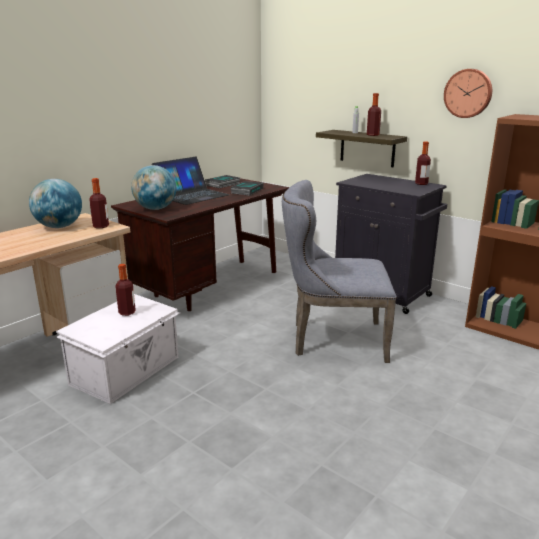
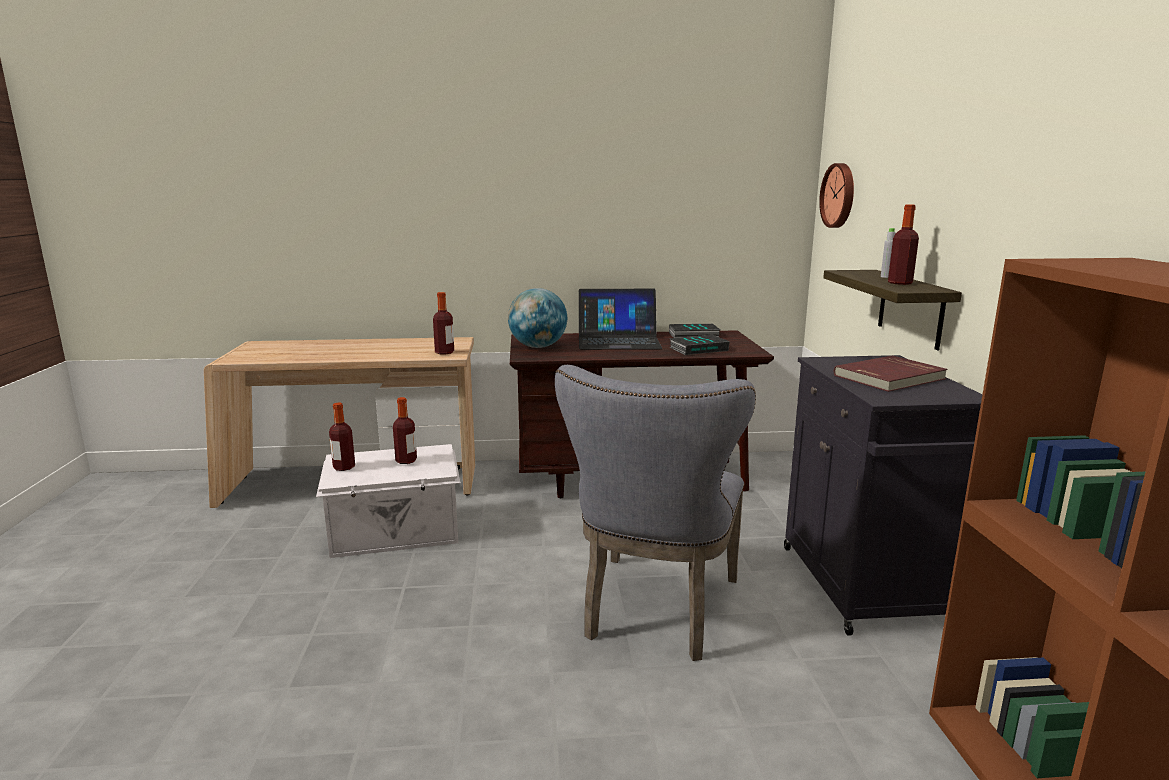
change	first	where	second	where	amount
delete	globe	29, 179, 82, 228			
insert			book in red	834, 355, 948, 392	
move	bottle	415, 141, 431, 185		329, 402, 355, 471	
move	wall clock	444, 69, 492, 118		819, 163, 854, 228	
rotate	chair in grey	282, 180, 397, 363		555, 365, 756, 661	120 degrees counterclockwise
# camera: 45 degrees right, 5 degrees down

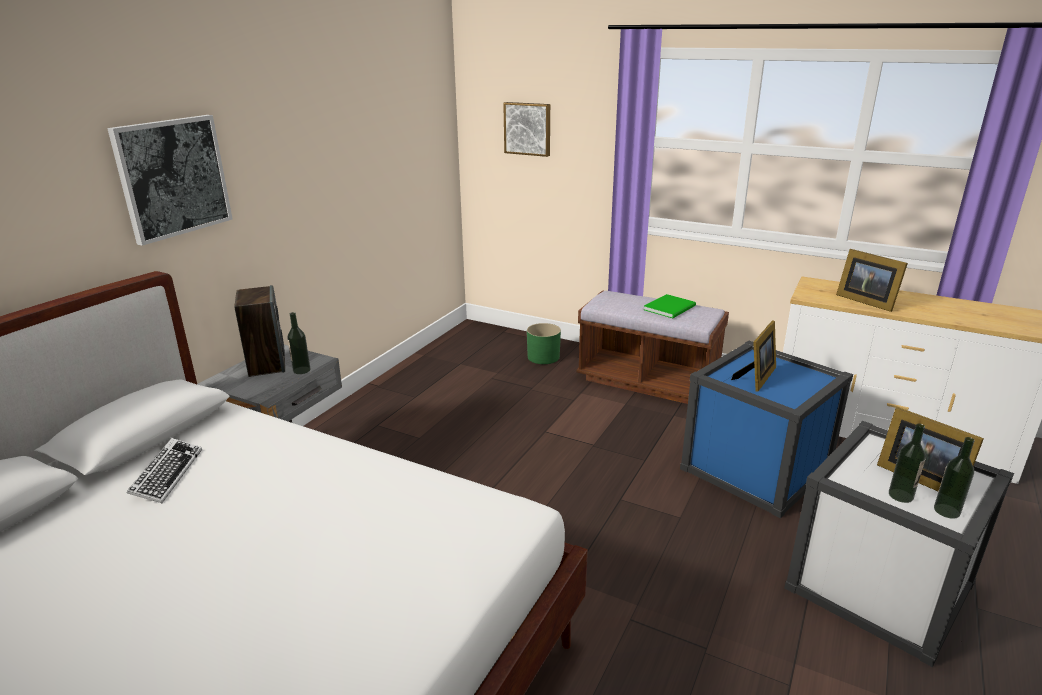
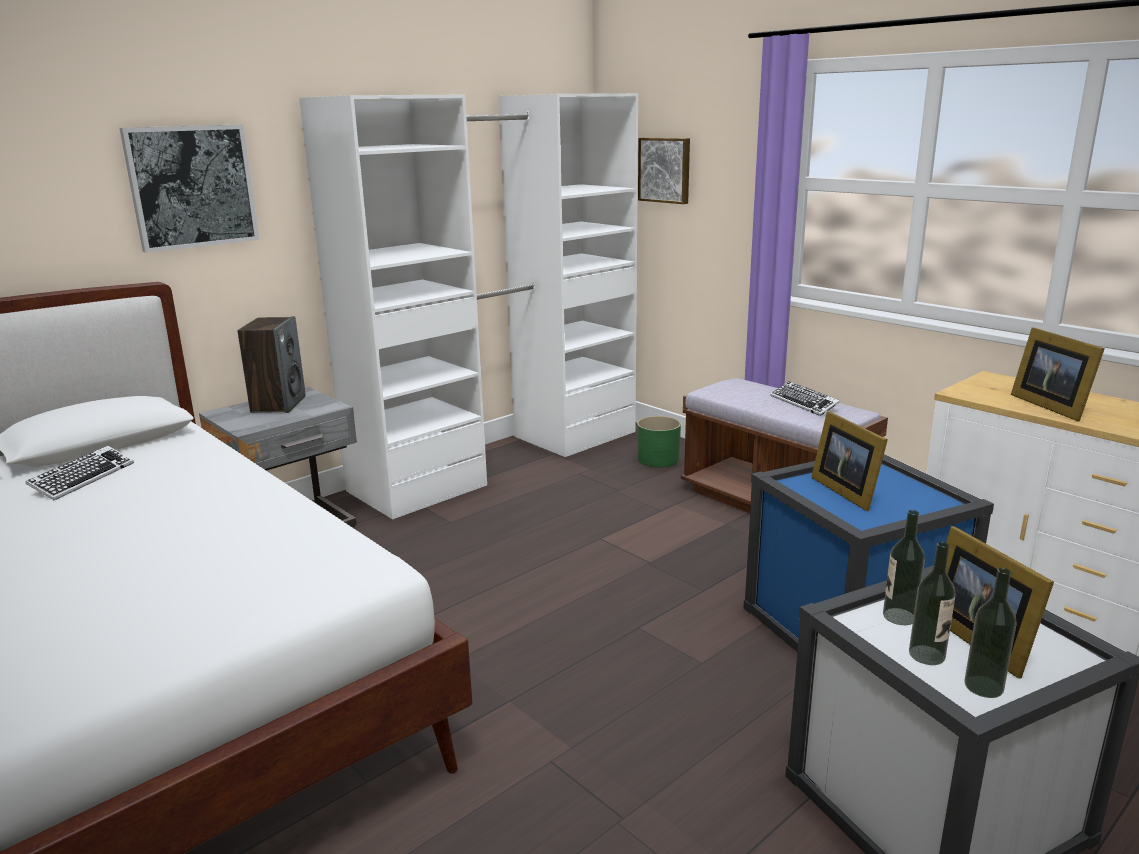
change	first	where	second	where	amount
insert			wardrobe in white	299, 93, 638, 519	
move	bottle	287, 312, 310, 374		883, 510, 925, 625	
replace	book in green	644, 294, 696, 318	keyboard	770, 381, 840, 416	
rotate	picture frame	731, 321, 776, 392		811, 411, 888, 511	105 degrees clockwise
# camera: 20 degrees right, 5 degrees down

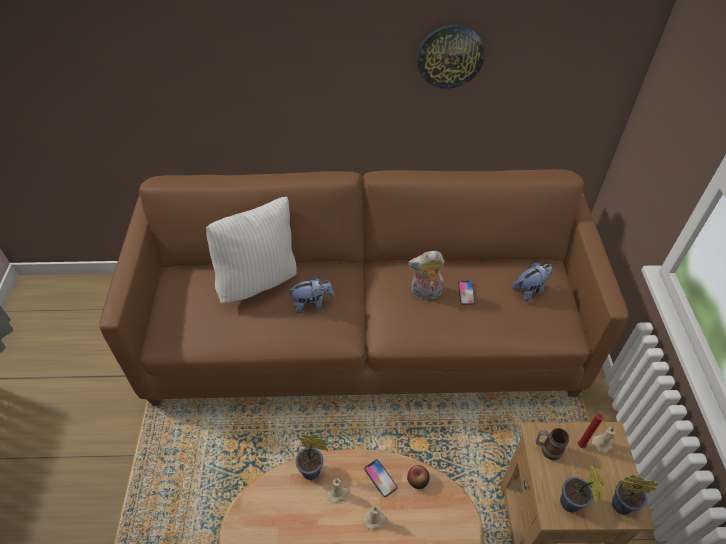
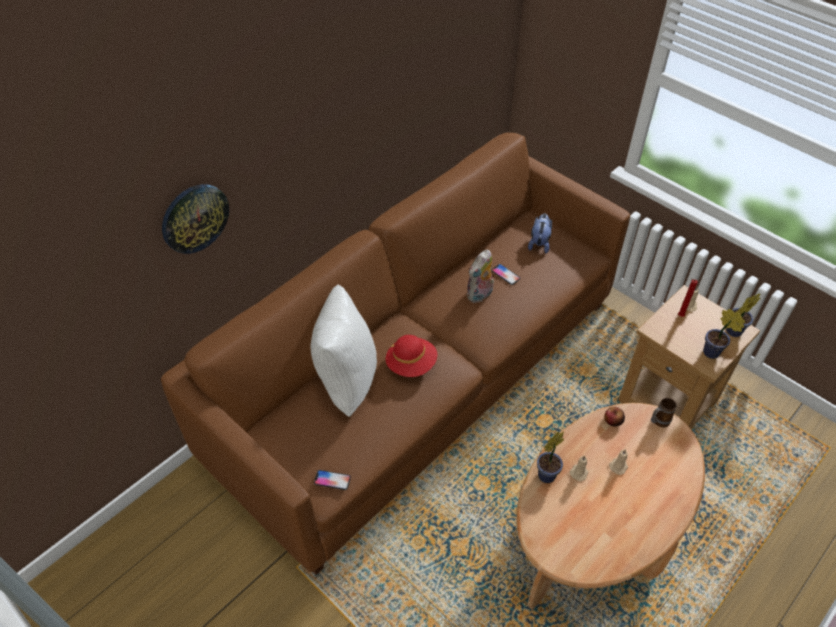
change	first	where	second	where	amount
move	phone	364, 460, 398, 497		314, 470, 351, 490	
move	wall clock	417, 25, 485, 89		162, 184, 229, 254	
move	mug	535, 428, 569, 461		651, 398, 677, 427	
replace	plush toy	287, 276, 334, 313	hat in red	386, 335, 437, 377	
# camera: 45 degrees left, 0 degrees up

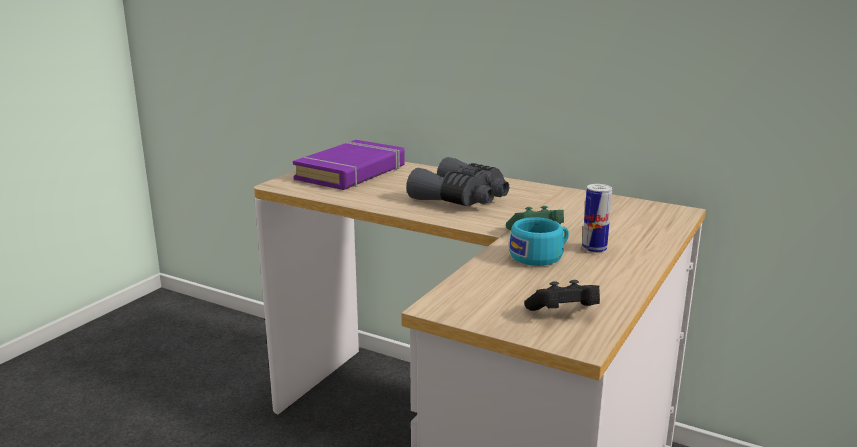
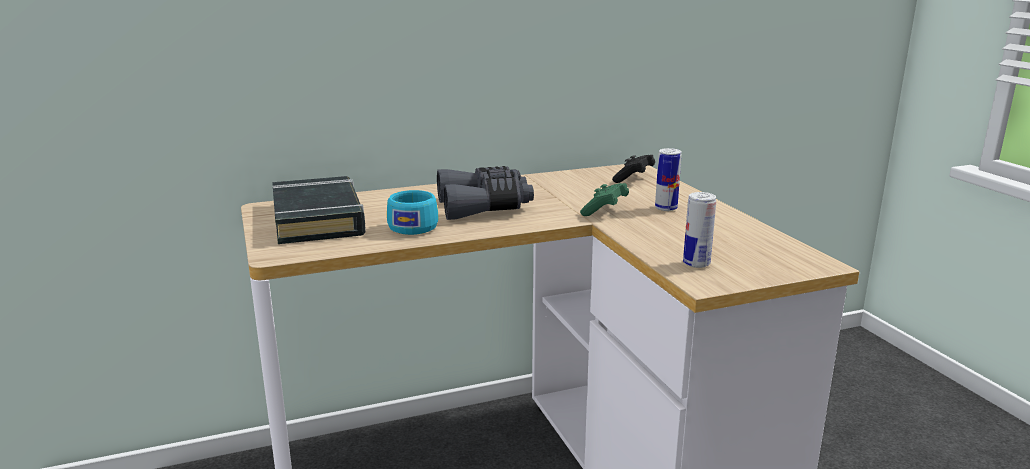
change	first	where	second	where	amount
insert			can	683, 192, 716, 268	
move	cup in turquoise	509, 217, 569, 266		387, 190, 439, 235	
move	game controller in black	524, 280, 600, 311		612, 155, 655, 183	
recolor	book in purple	293, 140, 405, 190	book in black	272, 176, 366, 244	
# camera: 50 degrees left, 0 degrees up

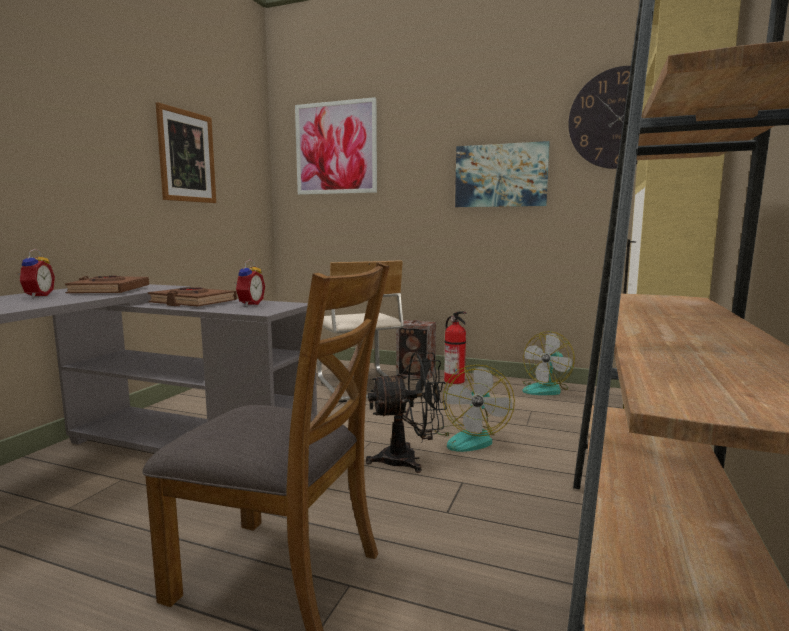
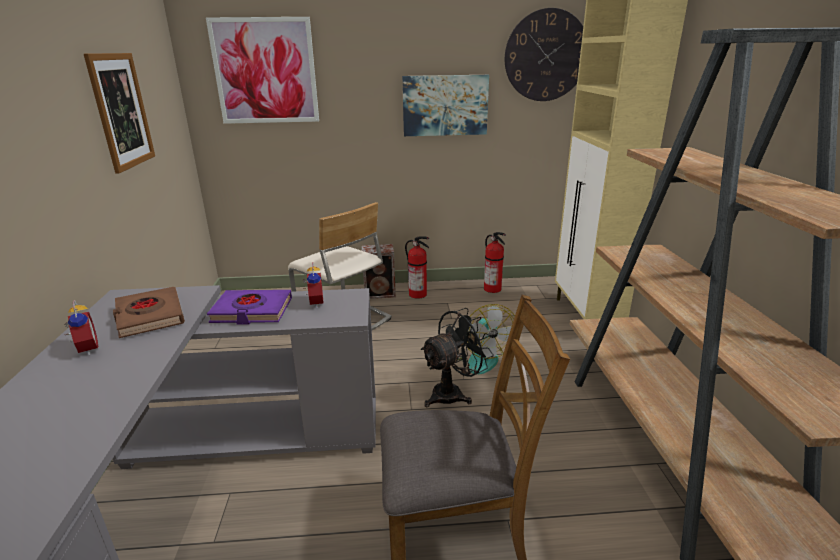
change	first	where	second	where	amount
replace	fan	522, 331, 575, 395	fire extinguisher	484, 232, 506, 293	
recolor	book in brown	148, 287, 237, 306	book in purple	207, 290, 292, 325	
# camera: 25 degrees left, 15 degrees up

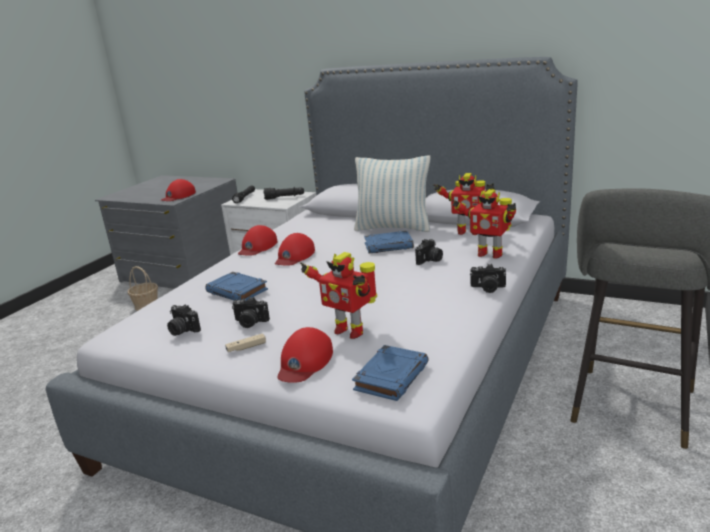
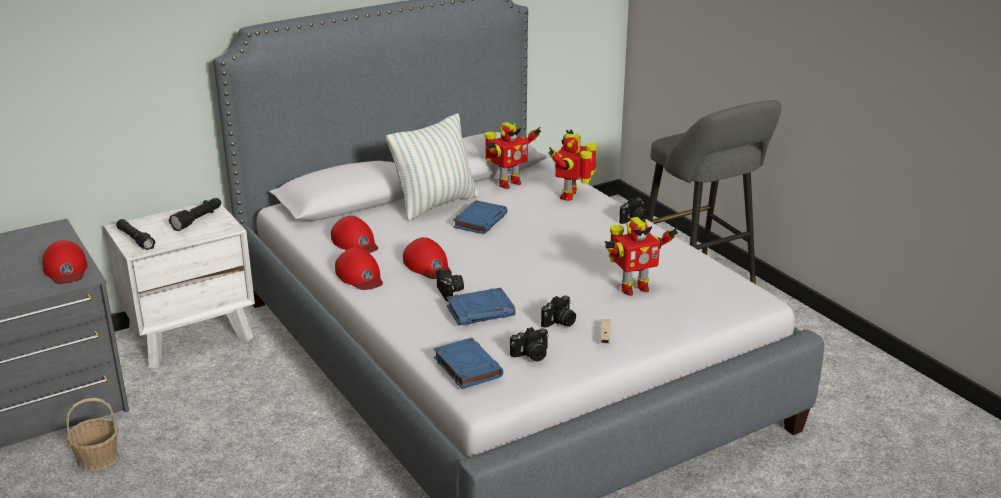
change	first	where	second	where	amount
move	cap in red	277, 327, 333, 383		331, 216, 378, 253	
move	book in blue	352, 345, 429, 401		434, 338, 504, 389	
move	photo camera	415, 239, 443, 265		436, 268, 464, 302	
rotate	toy robot	452, 189, 516, 259		548, 129, 597, 201	135 degrees clockwise
# camera: 60 degrees left, 5 degrees up

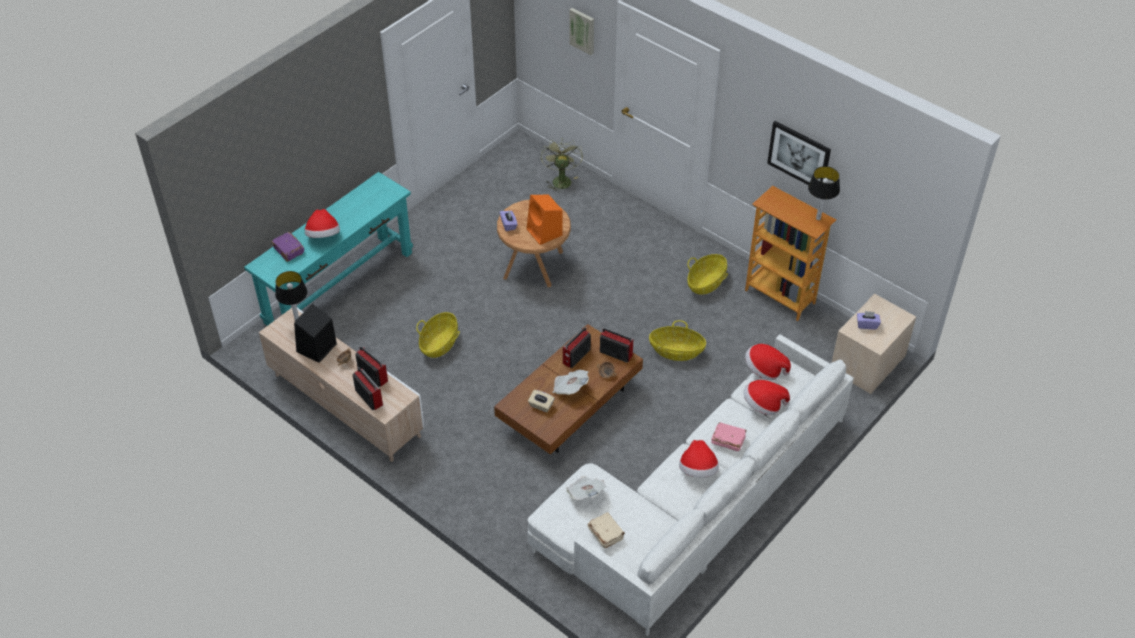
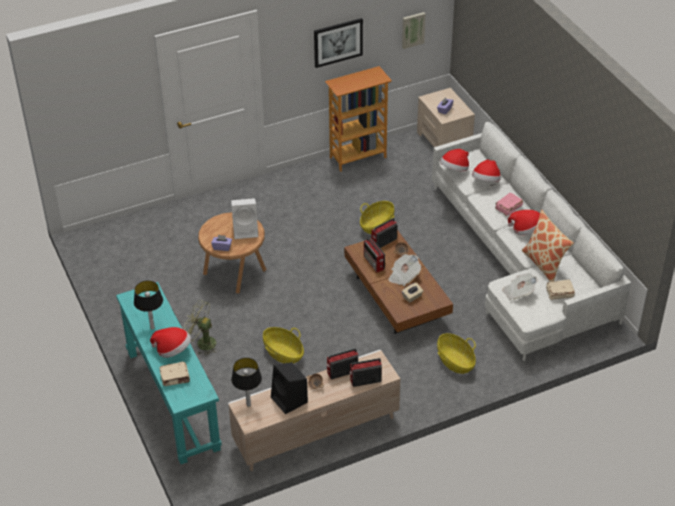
change	first	where	second	where	amount
insert			pillow	522, 210, 574, 282	
move	fan in green	541, 138, 583, 193		183, 300, 219, 355	
move	picture	569, 8, 594, 55		402, 12, 426, 49	
move	basket	687, 254, 728, 295		437, 333, 476, 374	
move	table lamp	808, 166, 840, 220		134, 280, 163, 330	
recolor	book in purple	271, 232, 304, 262	book in beige	159, 362, 190, 386	
recolor	speaker in orange	526, 195, 562, 245	speaker in white	231, 198, 258, 239	
# camera: 65 degrees left, 5 degrees down

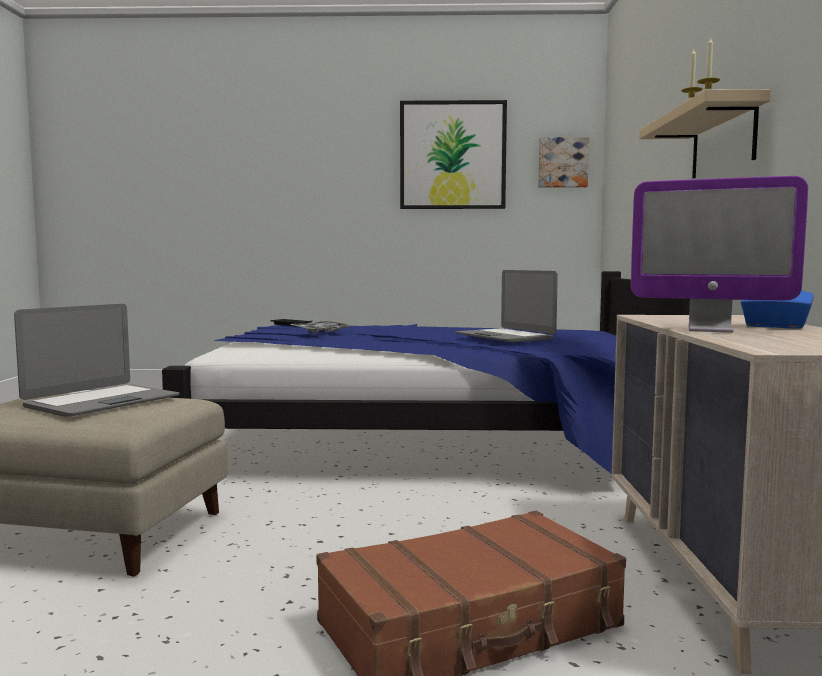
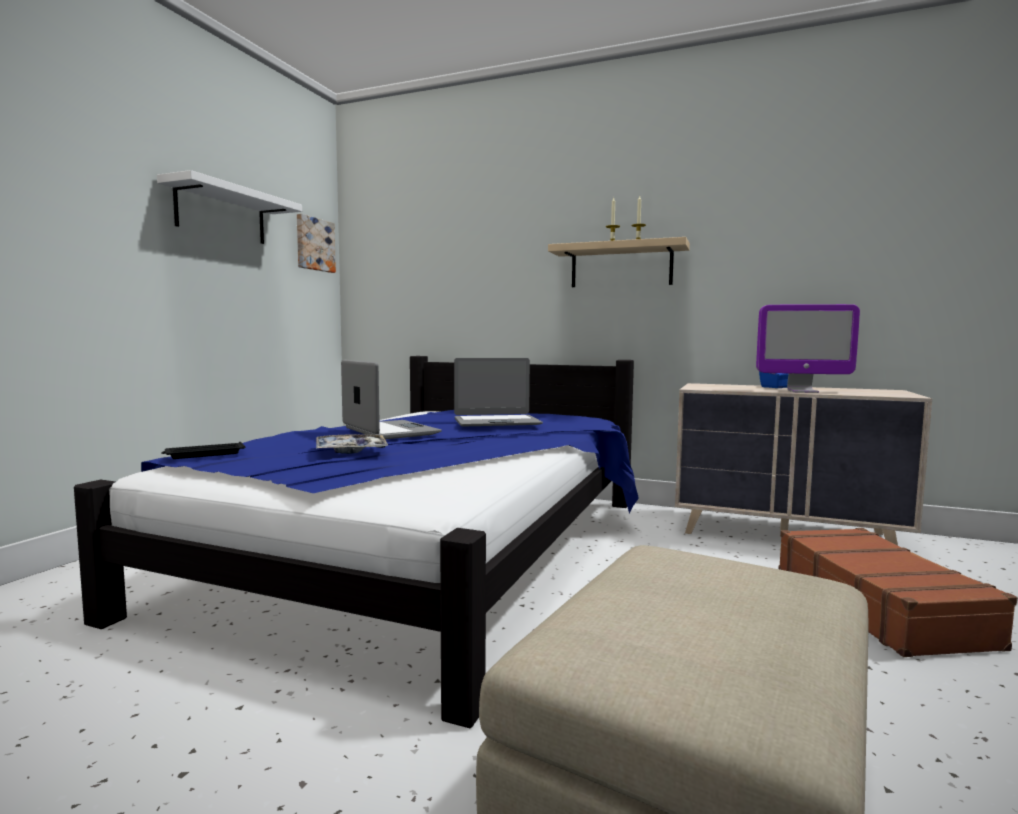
change	first	where	second	where	amount
move	laptop	14, 304, 179, 417		341, 359, 442, 439	
replace	picture	400, 100, 507, 209	shelf in white	157, 170, 302, 244	
rotate	monitor	631, 176, 808, 333		756, 304, 860, 393	60 degrees clockwise
# camera: 70 degrees left, 0 degrees up

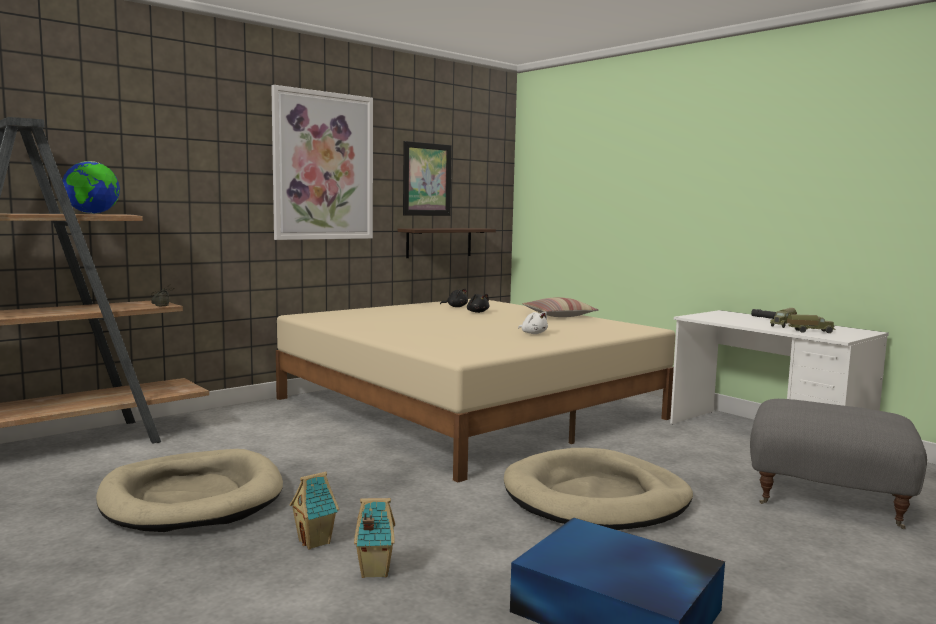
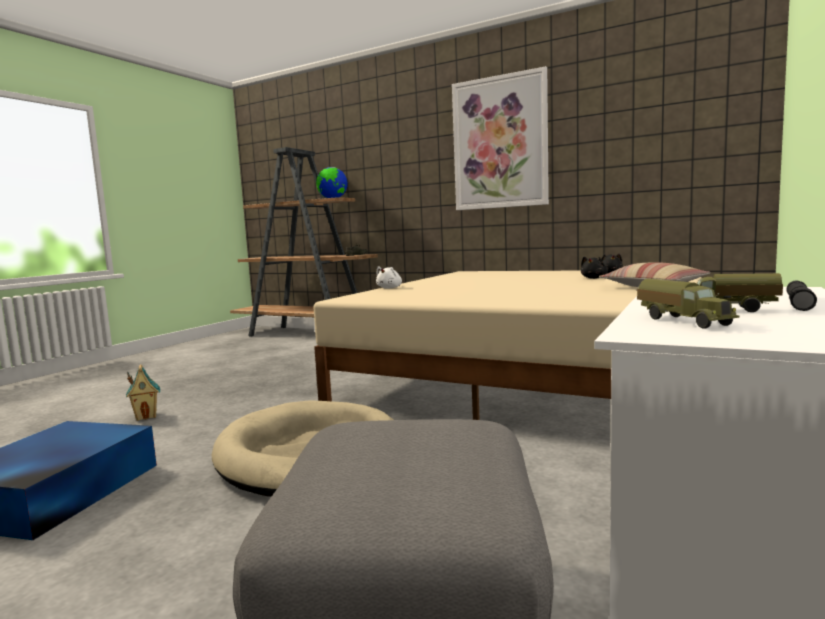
change	first	where	second	where	amount
delete	dog bed in beige	96, 449, 283, 532			
delete	toy house	290, 472, 339, 549			
delete	shelf	397, 228, 496, 258			
delete	picture	403, 141, 452, 216			
move	plush toy in white	518, 312, 548, 334		376, 266, 402, 289	
# camera: 70 degrees right, 0 degrees up

